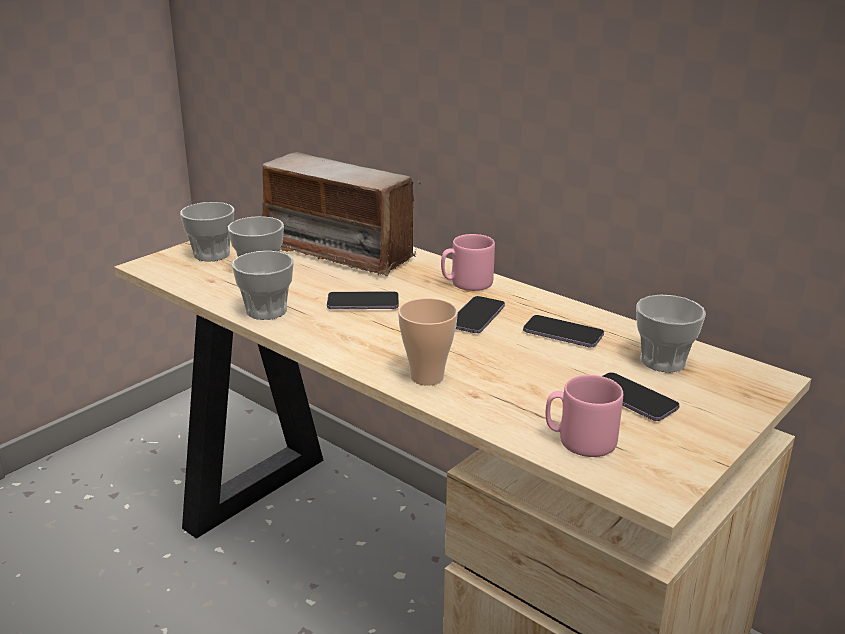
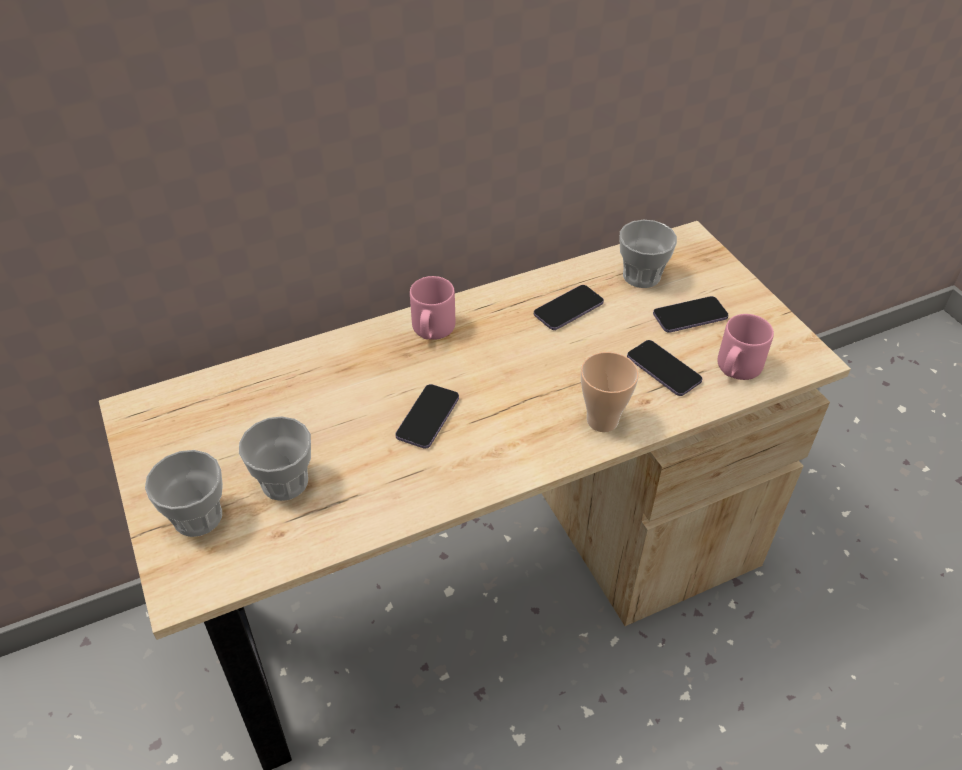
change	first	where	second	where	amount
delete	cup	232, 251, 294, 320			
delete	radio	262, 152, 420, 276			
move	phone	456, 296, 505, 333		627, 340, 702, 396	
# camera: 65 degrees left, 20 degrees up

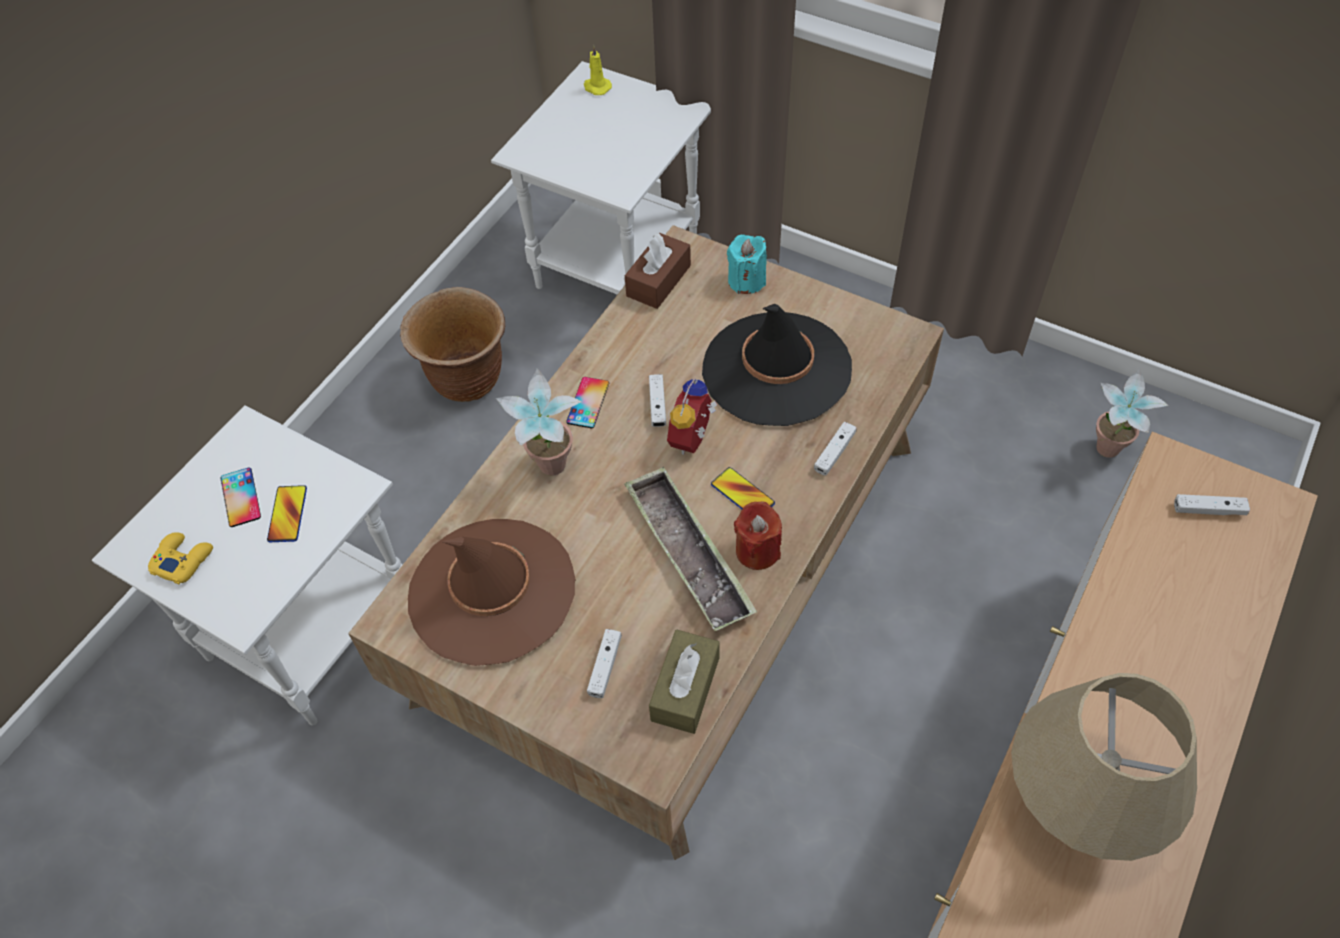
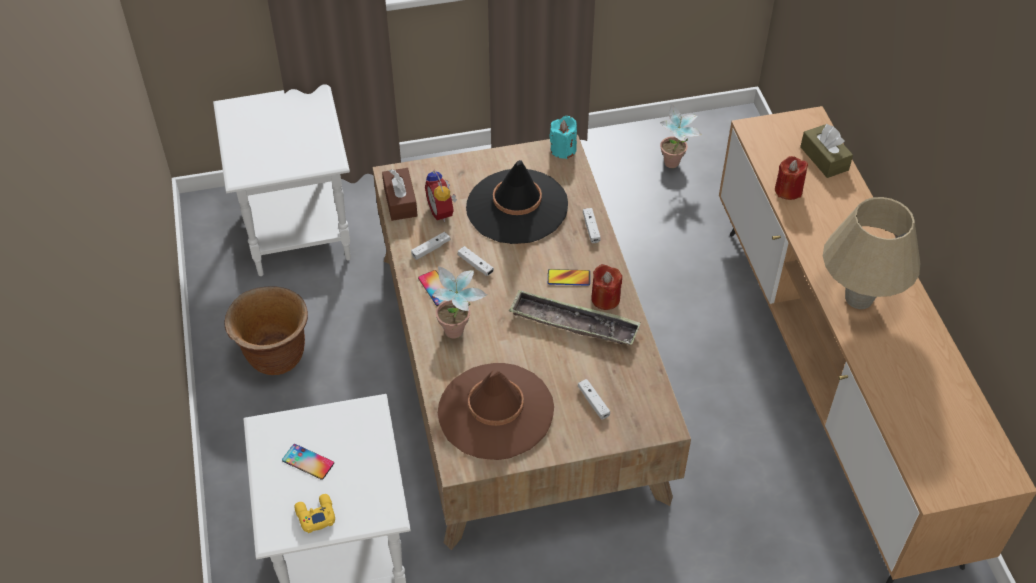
change	first	where	second	where	amount
delete	phone	267, 485, 307, 542			
delete	candle in yellow	584, 45, 612, 95			
insert			candle in red	775, 156, 808, 200	
move	tissue box in brown	649, 630, 720, 734		800, 124, 853, 178	
move	alarm clock	667, 378, 717, 455		425, 170, 457, 222	
move	candle in turquoise	727, 234, 767, 294		549, 116, 577, 159	
move	game controller in white	1174, 494, 1250, 515		411, 232, 450, 260	
# camera: 45 degrees left, 5 degrees down

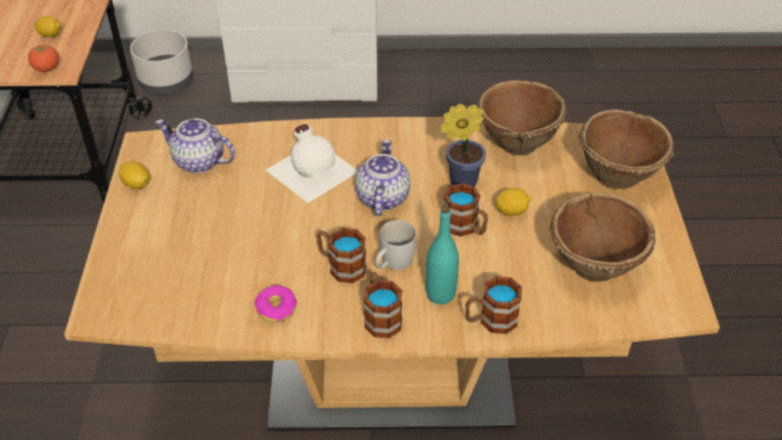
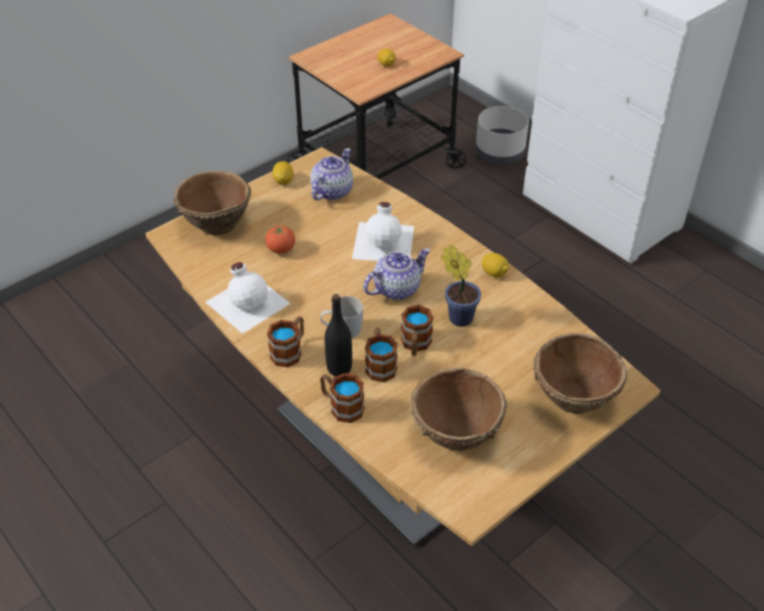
change	first	where	second	where	amount
move	tomato	28, 44, 59, 72		265, 225, 295, 254	
move	mug	317, 228, 367, 283		365, 327, 398, 382	
move	bowl in brown	477, 80, 567, 155		174, 171, 251, 235	
move	lemon	495, 188, 532, 216		482, 253, 509, 277	
replace	donut	254, 285, 297, 322	bottle in white	206, 262, 290, 334	
recolor	bottle in turquoise	426, 206, 459, 304	bottle in black	324, 294, 352, 377	
rotate	teapot	156, 119, 235, 173		311, 148, 353, 200	45 degrees clockwise
# camera: 50 degrees right, 0 degrees up

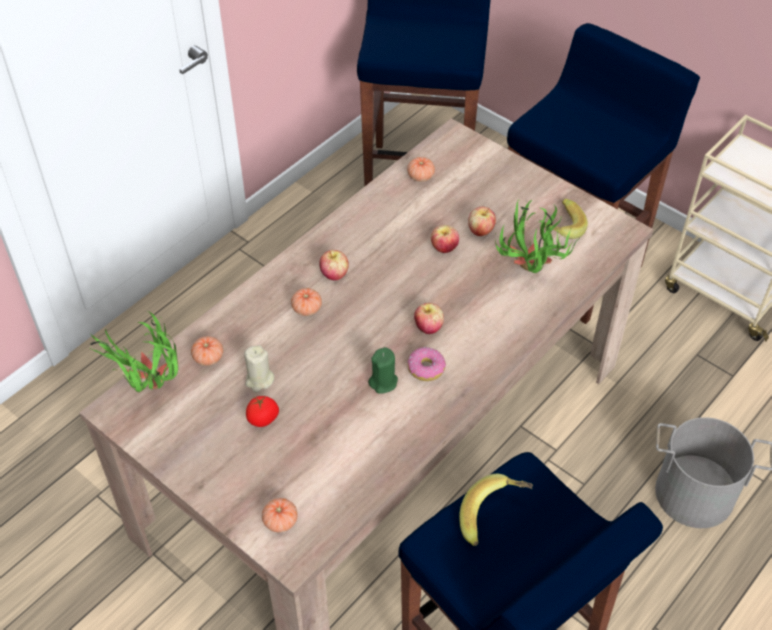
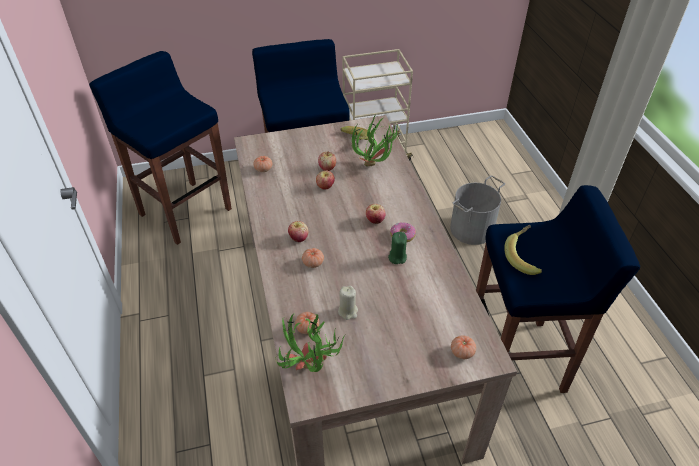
change	first	where	second	where	amount
delete	tomato	246, 396, 279, 427			
# camera: 55 degrees left, 5 degrees down

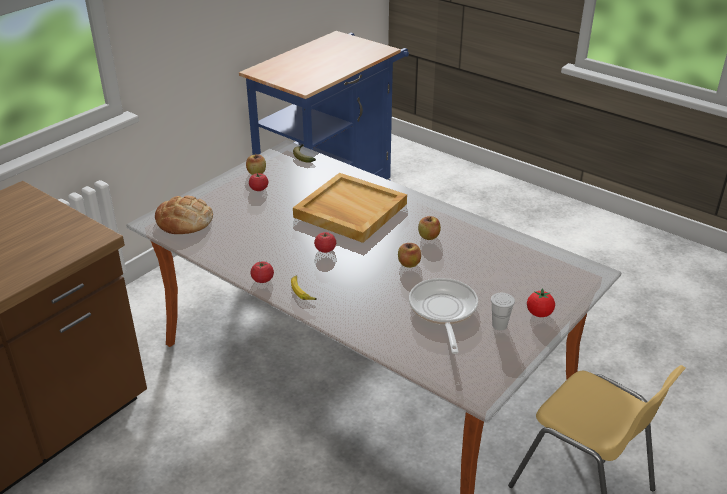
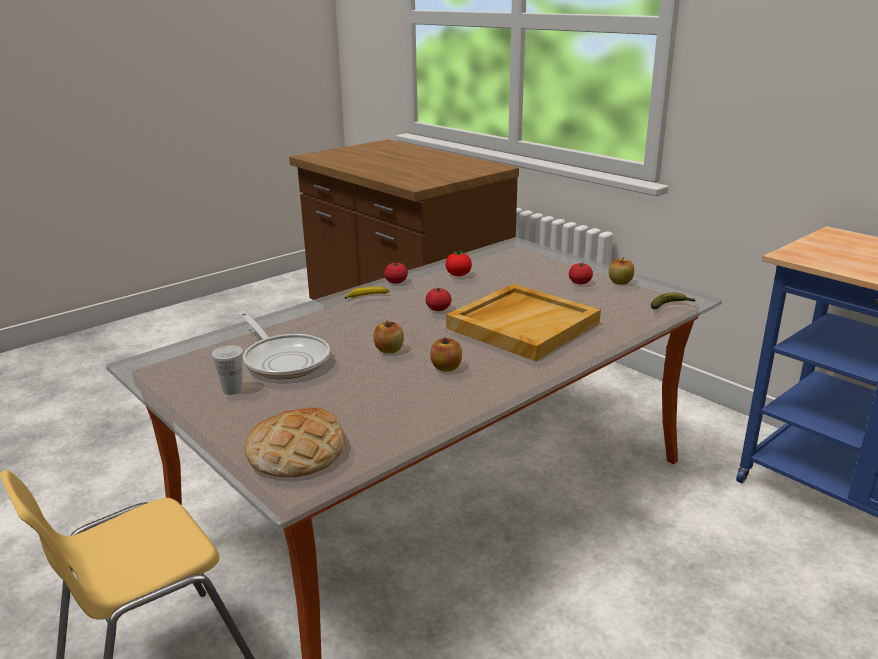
change	first	where	second	where	amount
move	bread	155, 196, 213, 234		244, 408, 345, 477	
move	tomato	527, 288, 555, 317		445, 250, 472, 276	
rotate	frying pan	409, 278, 478, 354		238, 311, 330, 379	45 degrees clockwise
# camera: 100 degrees right, 10 degrees down

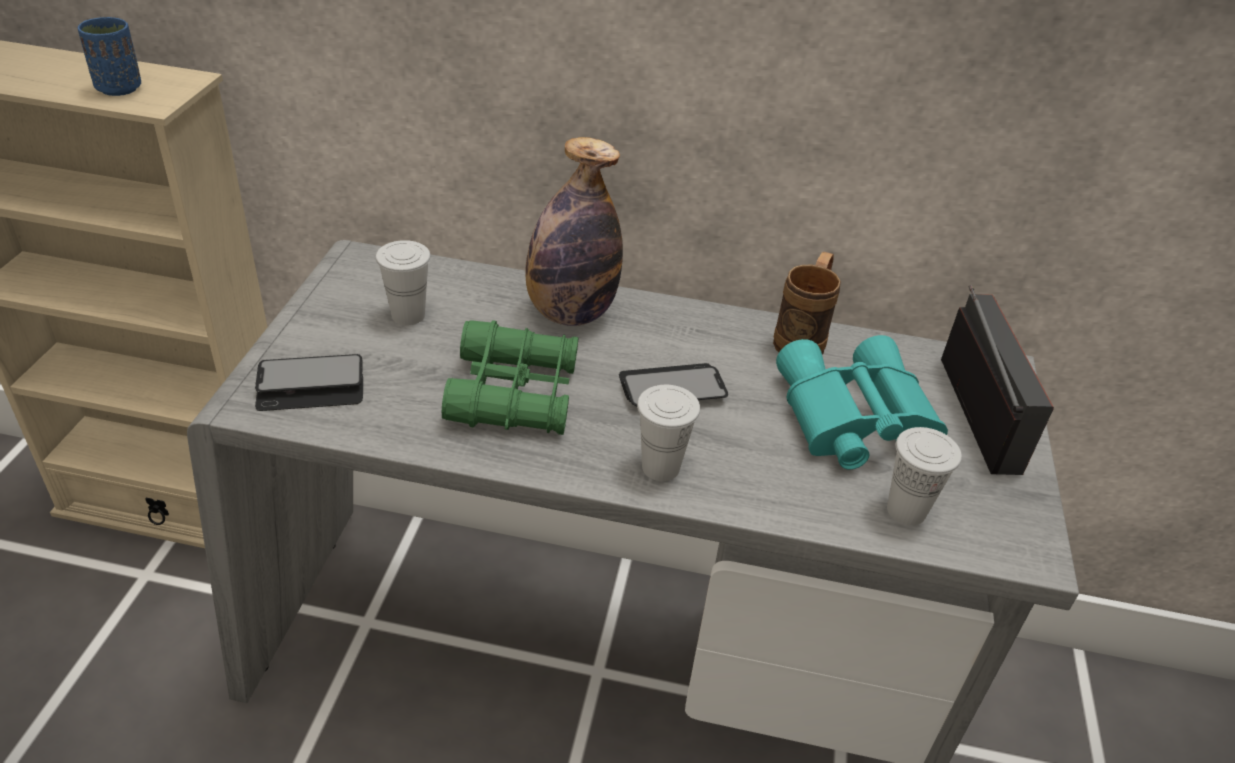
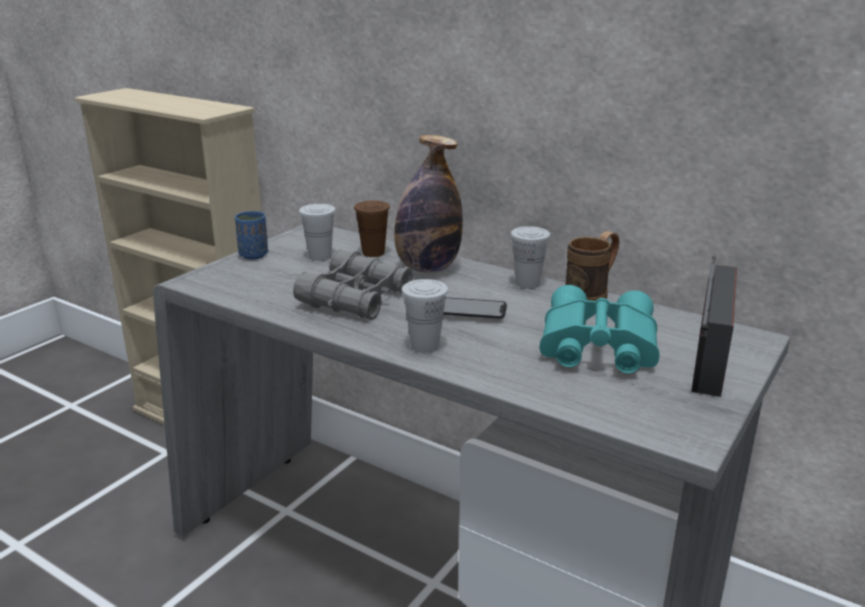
change	first	where	second	where	amount
delete	phone	255, 354, 363, 411			
insert			cup in brown	354, 201, 390, 257	
move	cup in blue	78, 17, 141, 96		235, 211, 268, 260	
move	cup in white	887, 427, 962, 525		511, 226, 550, 289	
recolor	binoculars in green	442, 320, 579, 435	binoculars in grey	293, 250, 413, 320	
# camera: 25 degrees right, 15 degrees down

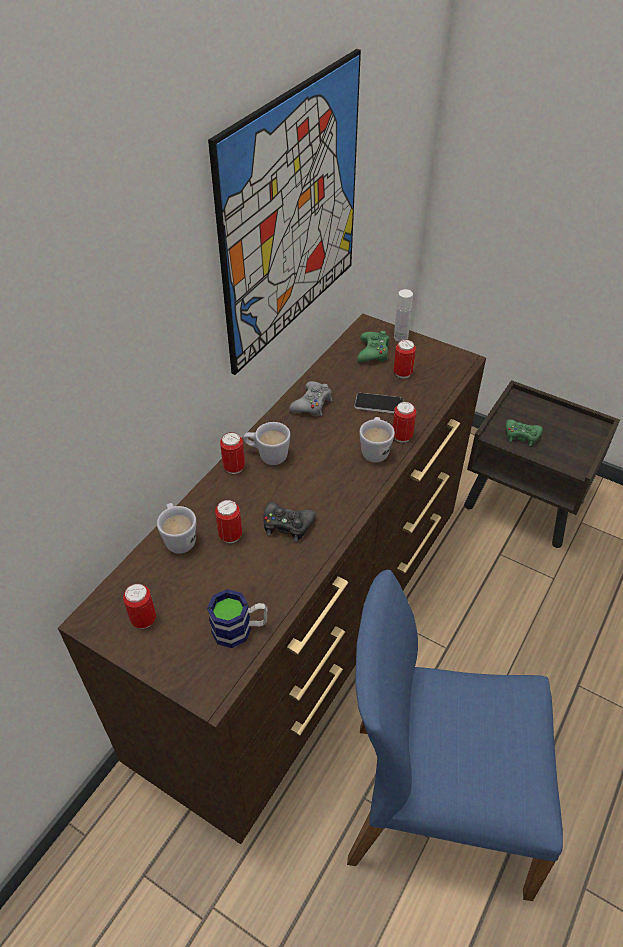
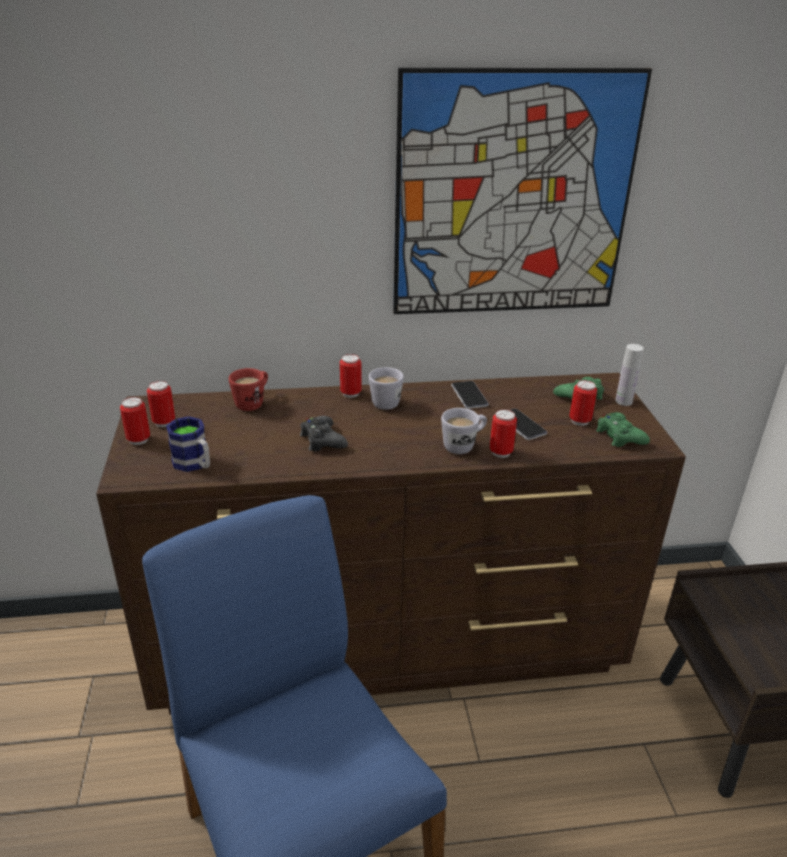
change	first	where	second	where	amount
move	can	215, 500, 242, 543		120, 397, 150, 445	
move	game controller in green	506, 419, 543, 446		596, 412, 650, 447	
replace	game controller in grey	289, 381, 332, 416	phone	451, 381, 489, 409	
recolor	mug in white	157, 503, 196, 554	mug in red	229, 368, 268, 411	
# camera: 50 degrees right, 15 degrees down

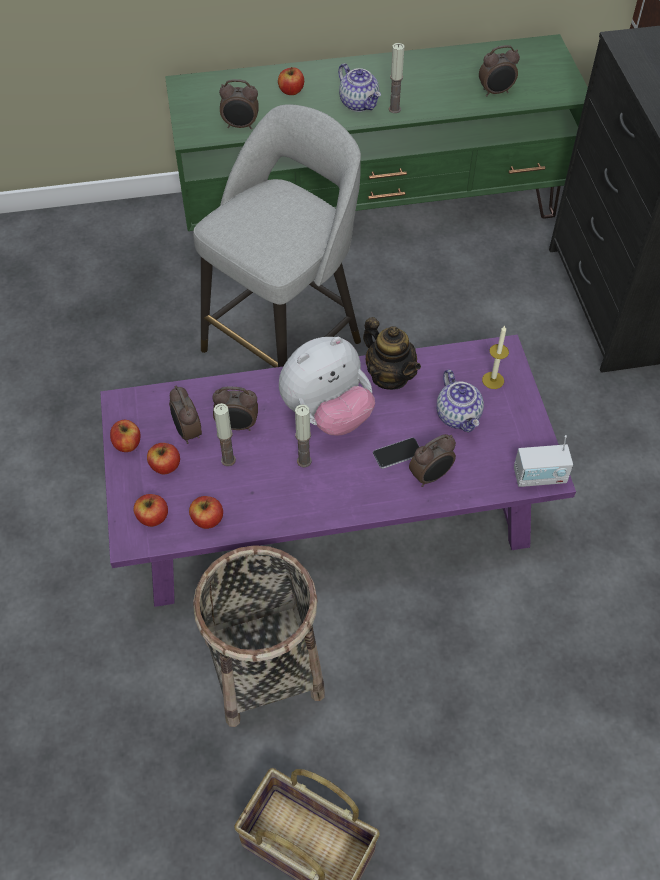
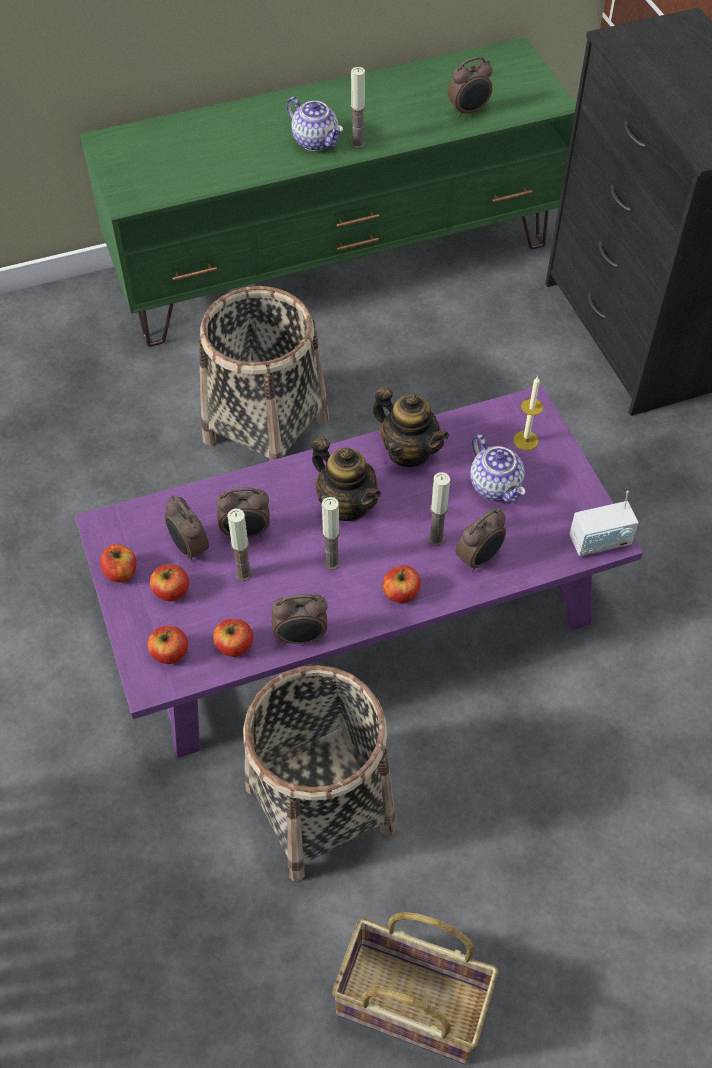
change	first	where	second	where	amount
move	alarm clock	219, 79, 259, 130		272, 594, 328, 645	
move	apple	278, 67, 304, 95		382, 565, 421, 603	
replace	stool in grey	193, 104, 361, 368	basket	199, 286, 329, 461	
replace	plush toy	279, 337, 375, 436	teapot	312, 437, 381, 521	
replace	phone	373, 438, 419, 469	candle	428, 472, 450, 546	
# camera: 10 degrees left, 0 degrees up

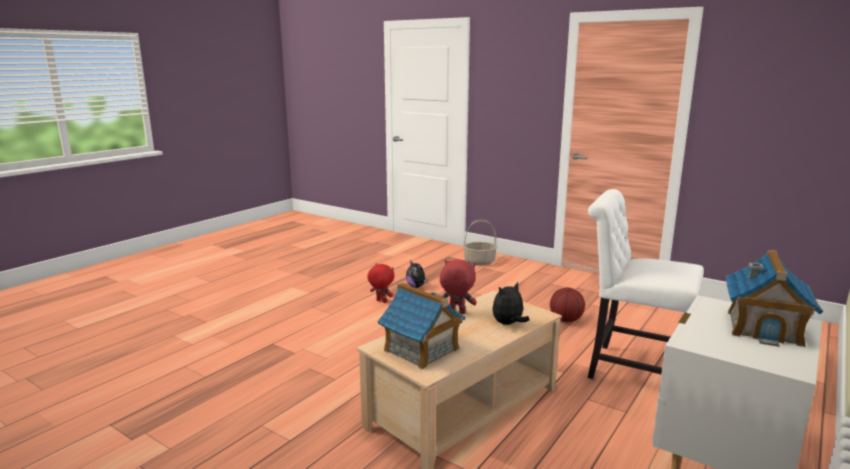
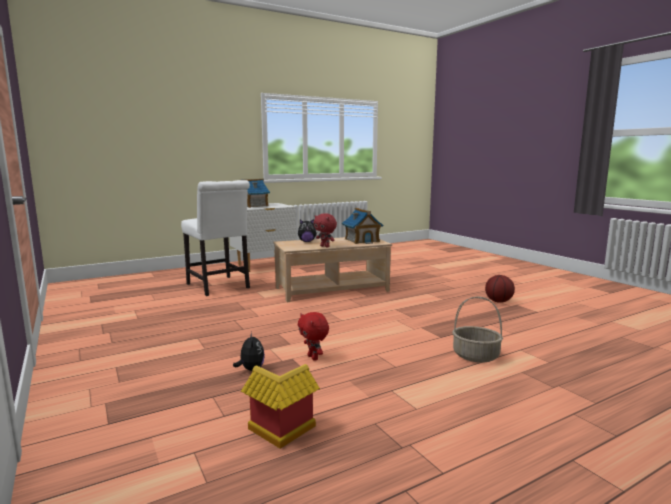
change	first	where	second	where	amount
insert			toy house	241, 364, 320, 449	
move	basket	463, 220, 497, 265		452, 296, 503, 363	
move	basketball	550, 288, 585, 322		485, 275, 515, 303	
# camera: 155 degrees left, 5 degrees down

